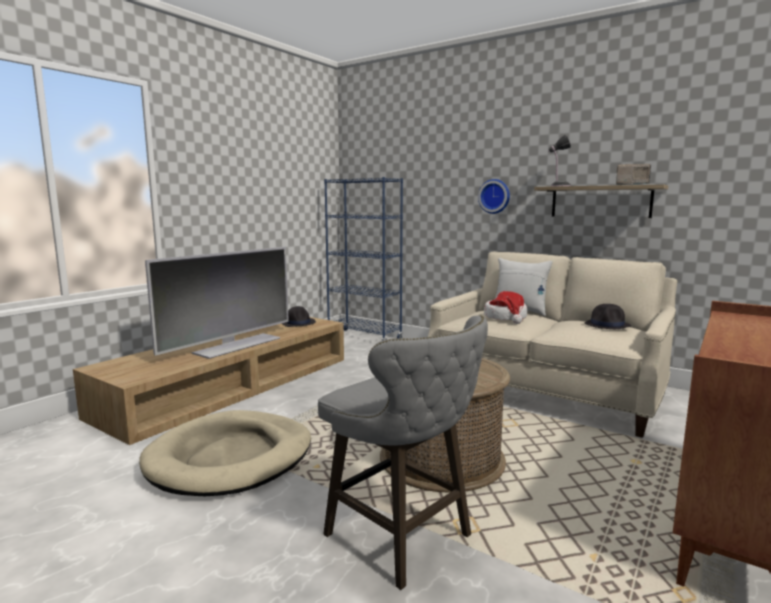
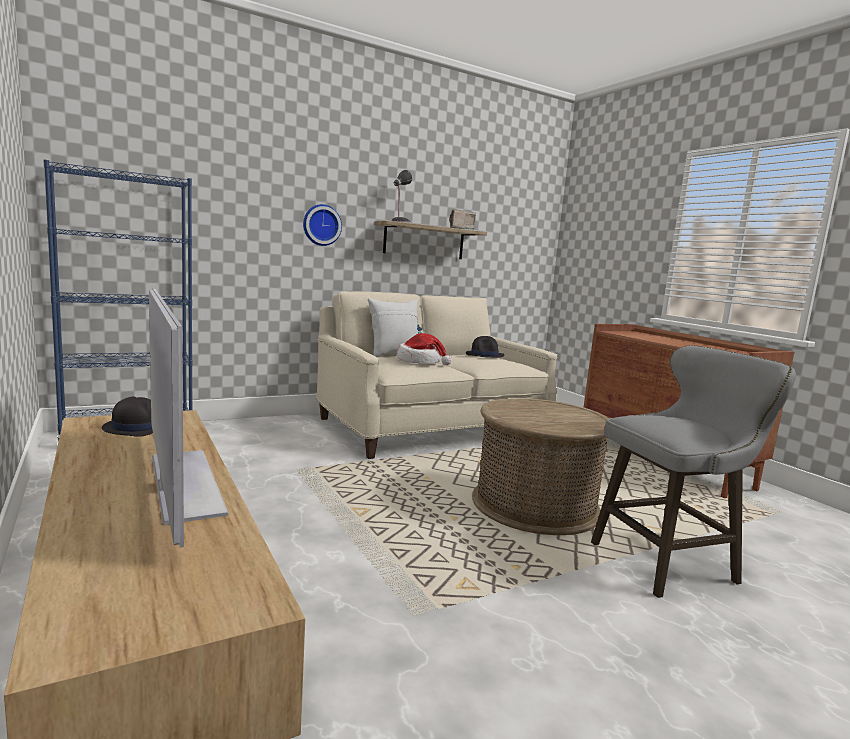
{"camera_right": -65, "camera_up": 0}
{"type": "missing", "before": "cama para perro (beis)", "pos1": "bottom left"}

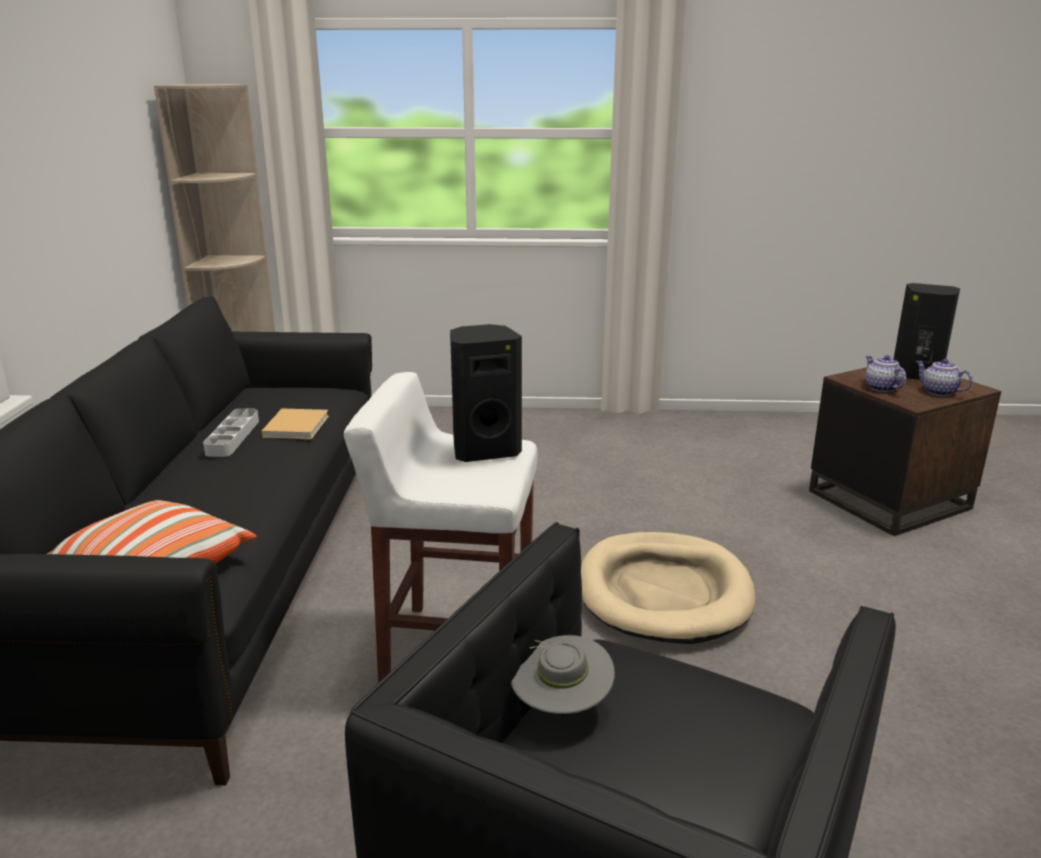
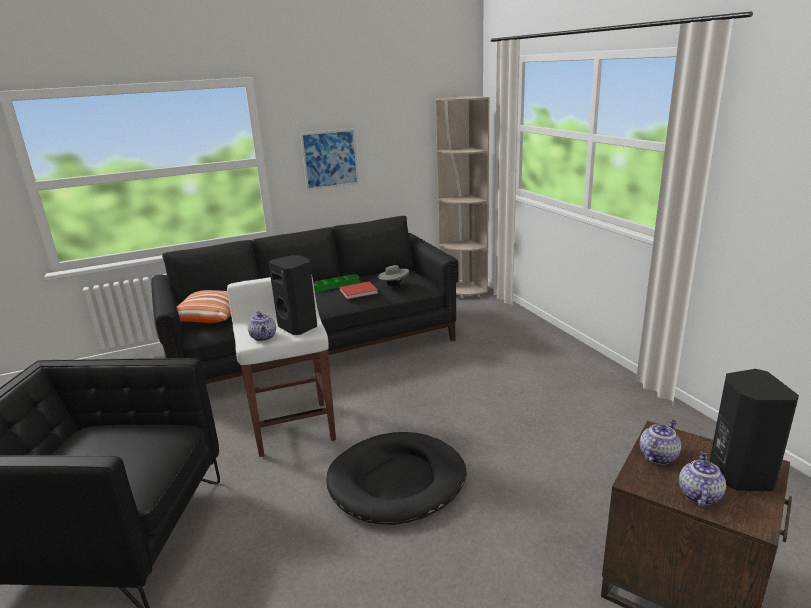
{"camera_right": 65, "camera_up": 0}
{"type": "appeared", "after": "tetera (no. 1 from left)", "pos2": "middle left"}
{"type": "appeared", "after": "cuadro", "pos2": "top centre"}
{"type": "relocated", "before": "sombrero (gris)", "pos1": "bottom centre", "pos2": "centre"}
{"type": "colour", "before": "bandeja (gris)", "after": "bandeja (verde)", "pos1": "middle left", "pos2": "centre"}
{"type": "colour", "before": "libro (beis)", "after": "libro (rojo)", "pos1": "middle left", "pos2": "centre"}
{"type": "colour", "before": "cama para perro (beis)", "after": "cama para perro (negro)", "pos1": "bottom centre", "pos2": "bottom centre"}

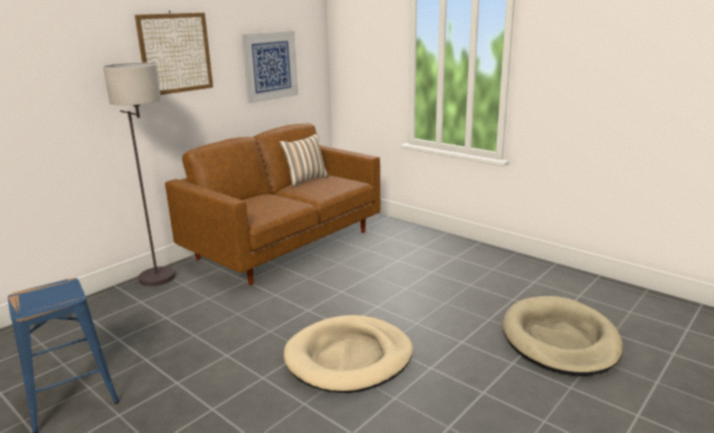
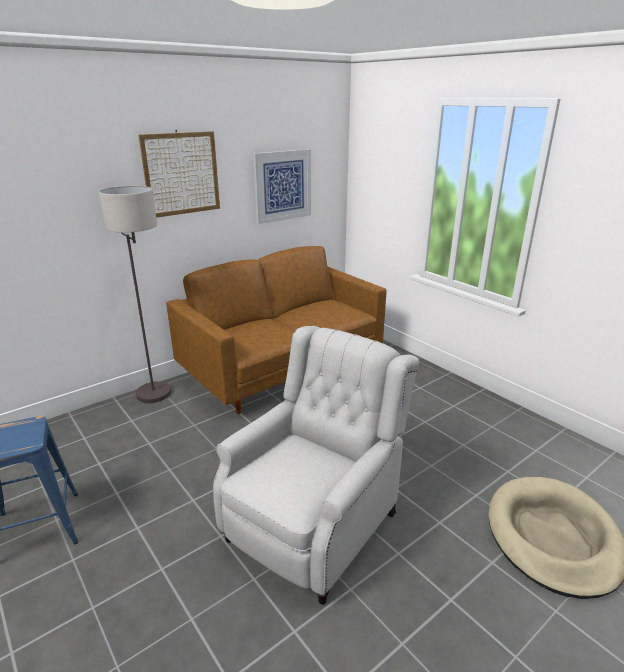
{"camera_right": 10, "camera_up": 5}
{"type": "missing", "before": "cojín", "pos1": "centre"}
{"type": "exchanged", "before": "cama para perro (beis) (no. 1 from left)", "after": "sillón (blanco)", "pos1": "bottom centre", "pos2": "bottom centre"}

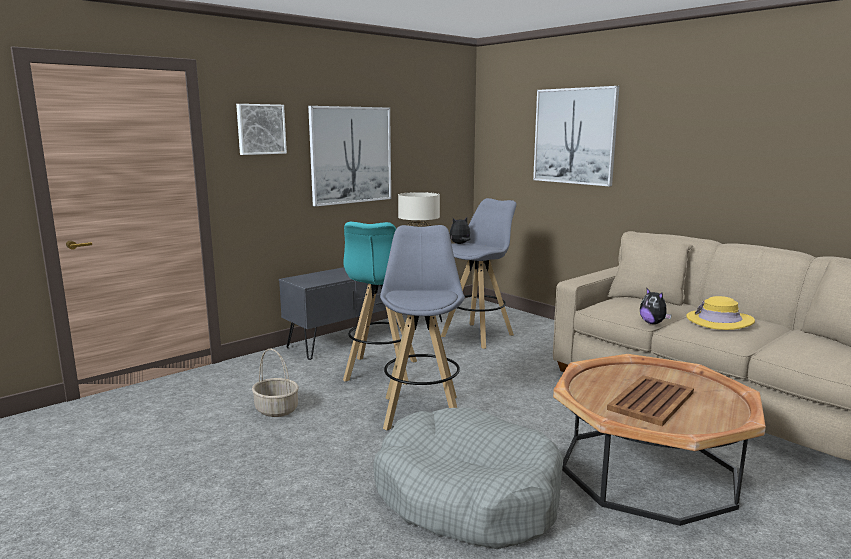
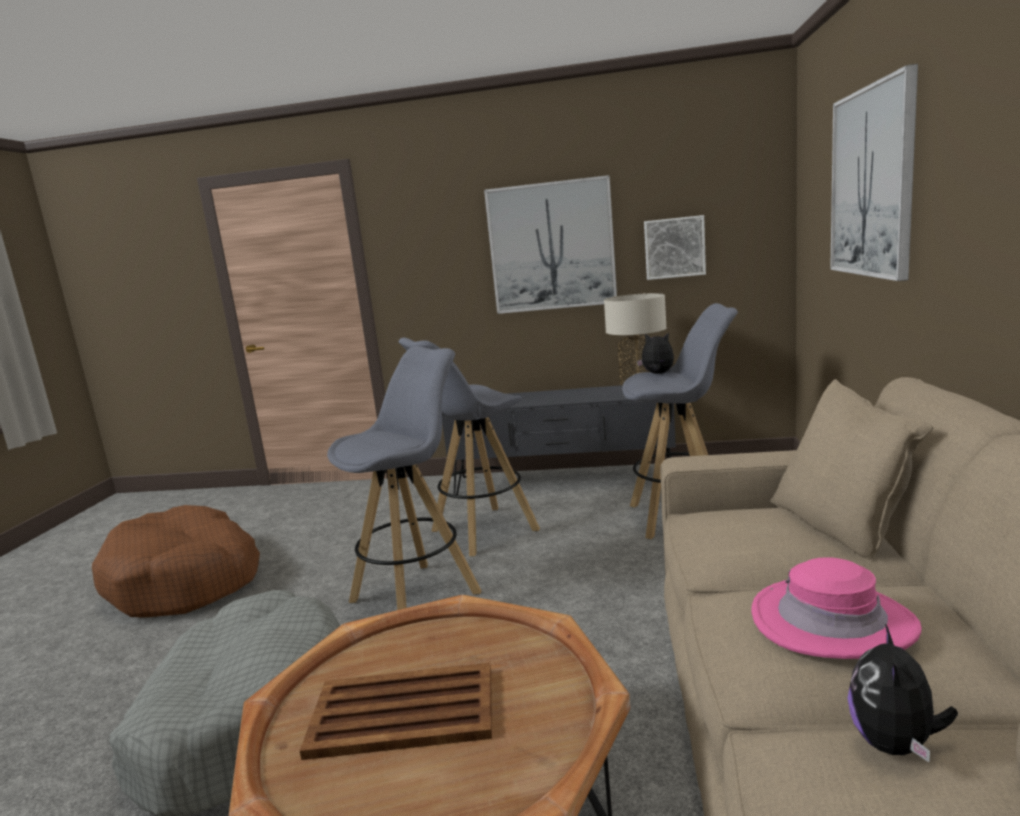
{"camera_right": 50, "camera_up": 0}
{"type": "missing", "before": "cesta", "pos1": "bottom left"}
{"type": "appeared", "after": "cama para perro (marrón)", "pos2": "bottom left"}
{"type": "relocated", "before": "cuadro (no. 1 from left in the first image)", "after": "cuadro (no. 2 from left)", "pos1": "top left", "pos2": "top centre"}
{"type": "relocated", "before": "peluche (no. 2 from left)", "pos1": "middle right", "pos2": "bottom right"}
{"type": "colour", "before": "taburete (turquesa)", "after": "taburete (gris) (no. 2 from left)", "pos1": "centre", "pos2": "centre"}
{"type": "colour", "before": "sombrero (amarillo)", "after": "sombrero (rosa)", "pos1": "middle right", "pos2": "bottom right"}

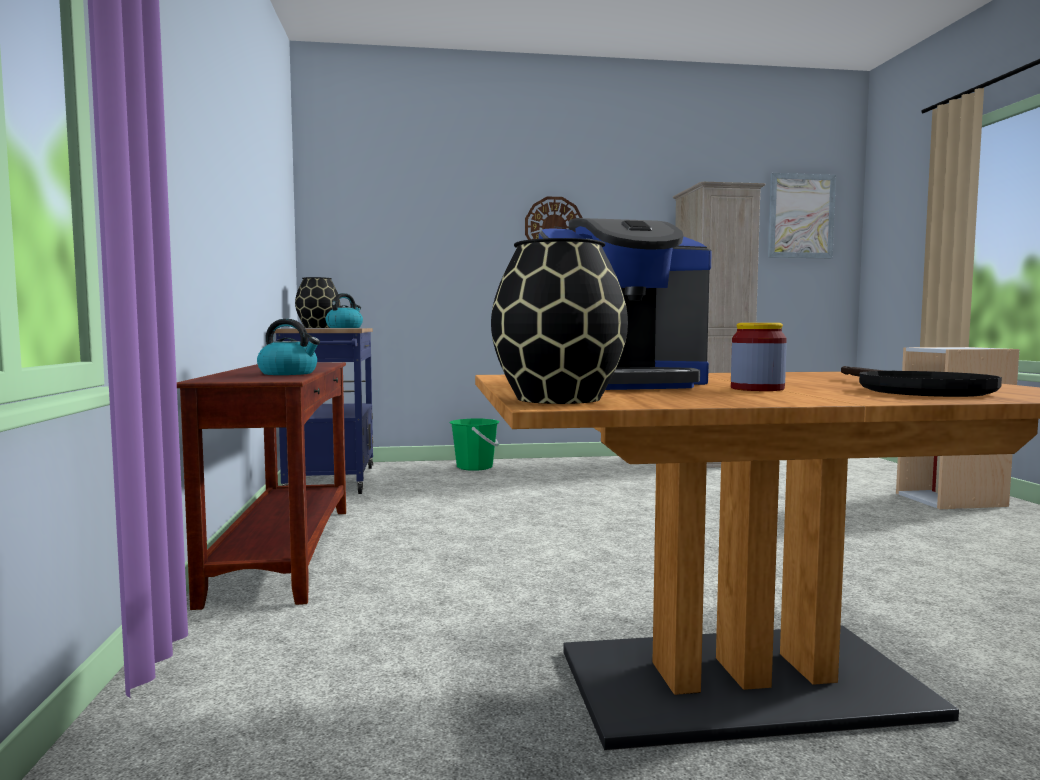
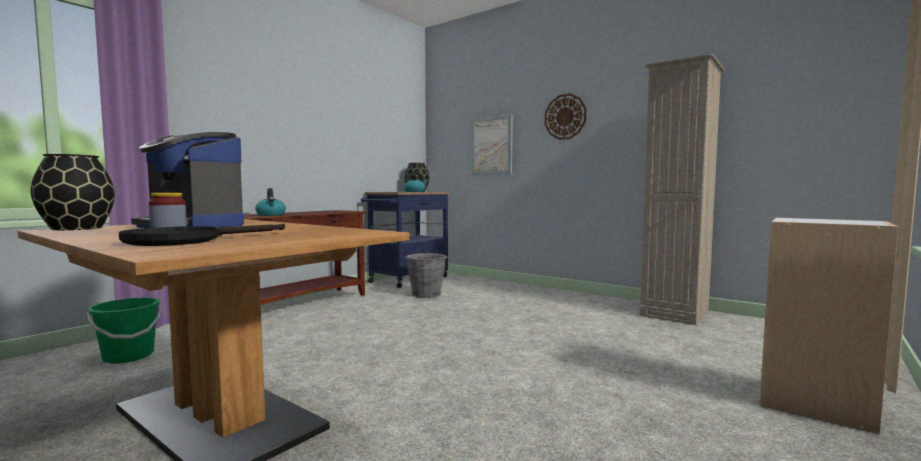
{"camera_right": 45, "camera_up": 0}
{"type": "appeared", "after": "cubo (gris)", "pos2": "centre"}
{"type": "relocated", "before": "cubo (verde)", "pos1": "centre", "pos2": "bottom left"}
{"type": "relocated", "before": "cuadro", "pos1": "top right", "pos2": "top centre"}

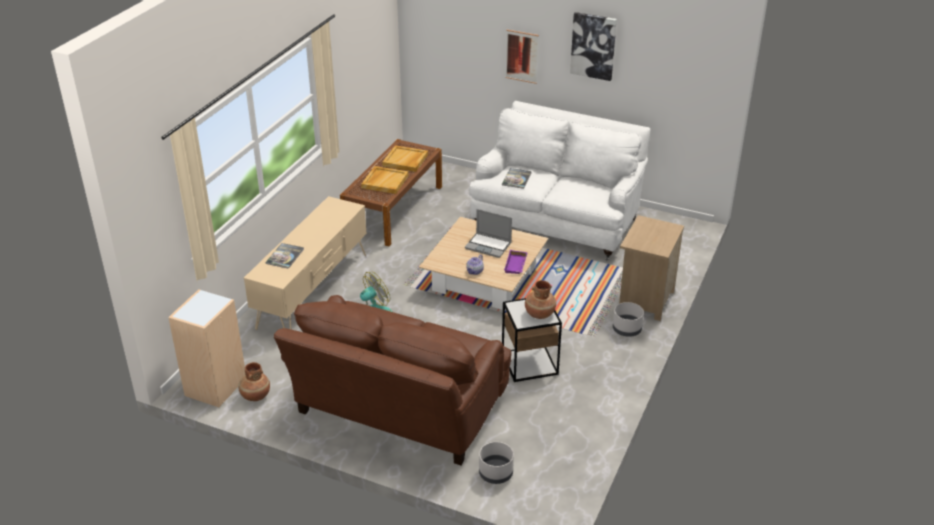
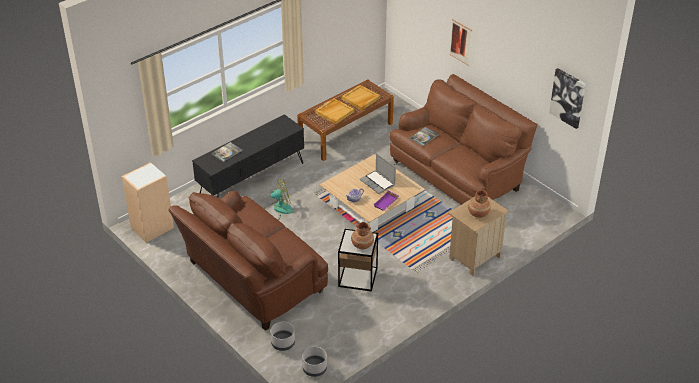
{"camera_right": 25, "camera_up": 5}
{"type": "relocated", "before": "florero (marrón) (no. 1 from left in the first image)", "after": "florero (marrón) (no. 2 from left)", "pos1": "bottom left", "pos2": "middle right"}
{"type": "relocated", "before": "cuadro (no. 2 from left)", "pos1": "top centre", "pos2": "top right"}
{"type": "relocated", "before": "maceta (gris) (no. 2 from left)", "pos1": "middle right", "pos2": "bottom centre"}
{"type": "colour", "before": "mueble de televisión (beis)", "after": "mueble de televisión (negro)", "pos1": "middle left", "pos2": "centre"}
{"type": "colour", "before": "sofá (blanco)", "after": "sofá (marrón) (no. 2 from left)", "pos1": "centre", "pos2": "centre"}

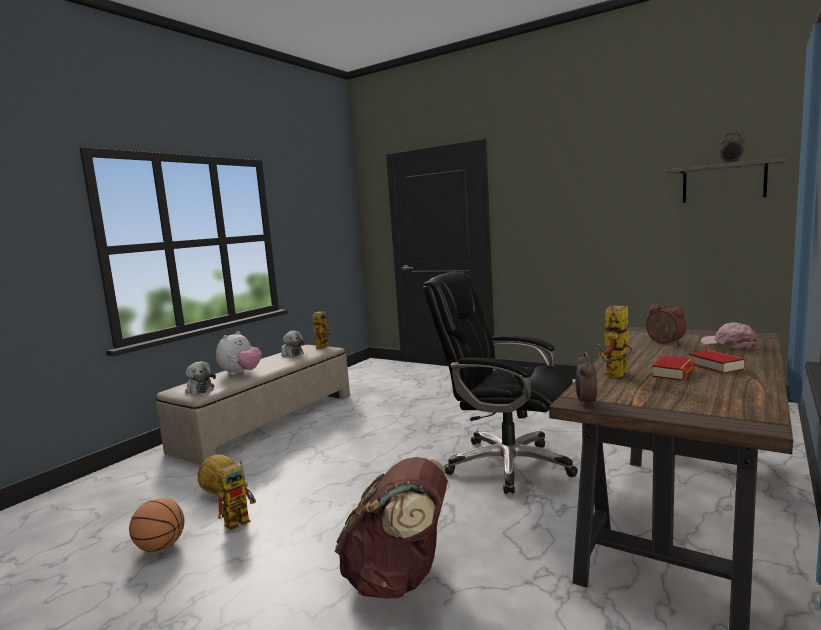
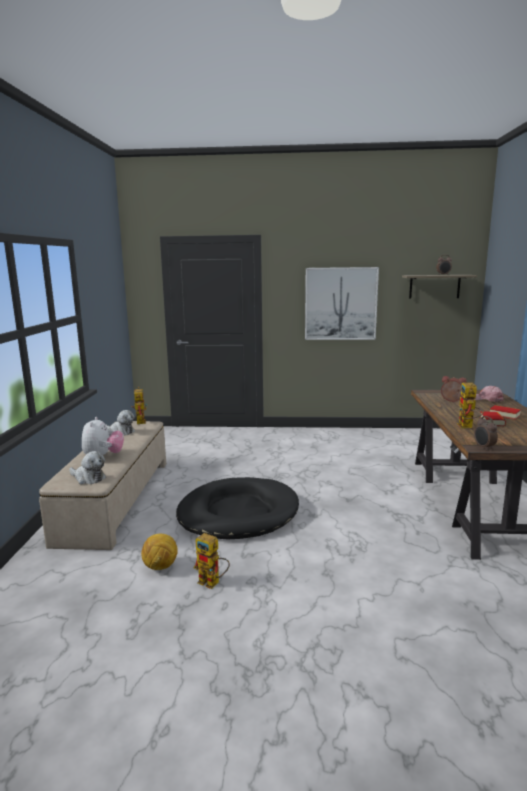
{"camera_right": -30, "camera_up": 5}
{"type": "missing", "before": "balón de baloncesto", "pos1": "bottom left"}
{"type": "missing", "before": "mochila (marrón)", "pos1": "bottom centre"}
{"type": "missing", "before": "silla de oficina (negro)", "pos1": "centre"}
{"type": "appeared", "after": "cama para perro (negro)", "pos2": "centre"}
{"type": "appeared", "after": "cuadro", "pos2": "centre"}
{"type": "spun", "before": "robot de juguete (no. 1 from left in the first image)", "pos1": "bottom left", "pos2": "bottom centre", "turn": 105}

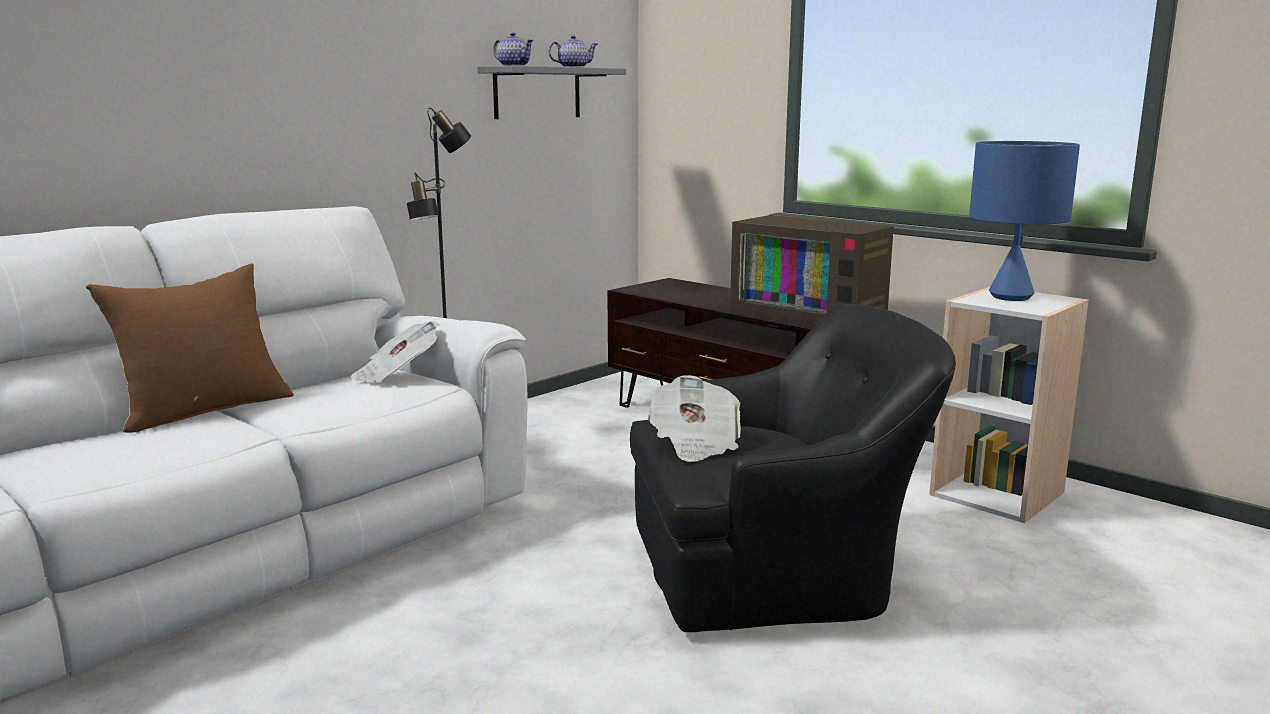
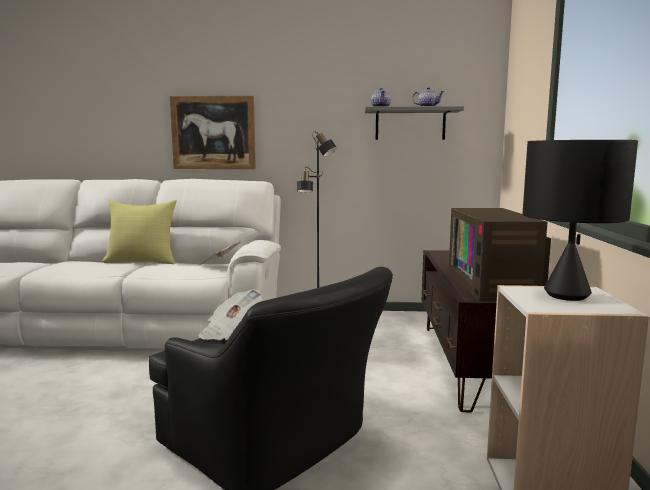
{"camera_right": 50, "camera_up": -5}
{"type": "appeared", "after": "cuadro", "pos2": "top left"}
{"type": "colour", "before": "cojín (marrón)", "after": "cojín (amarillo)", "pos1": "middle left", "pos2": "middle left"}
{"type": "colour", "before": "lámpara de mesa (azul)", "after": "lámpara de mesa (negro)", "pos1": "top right", "pos2": "middle right"}

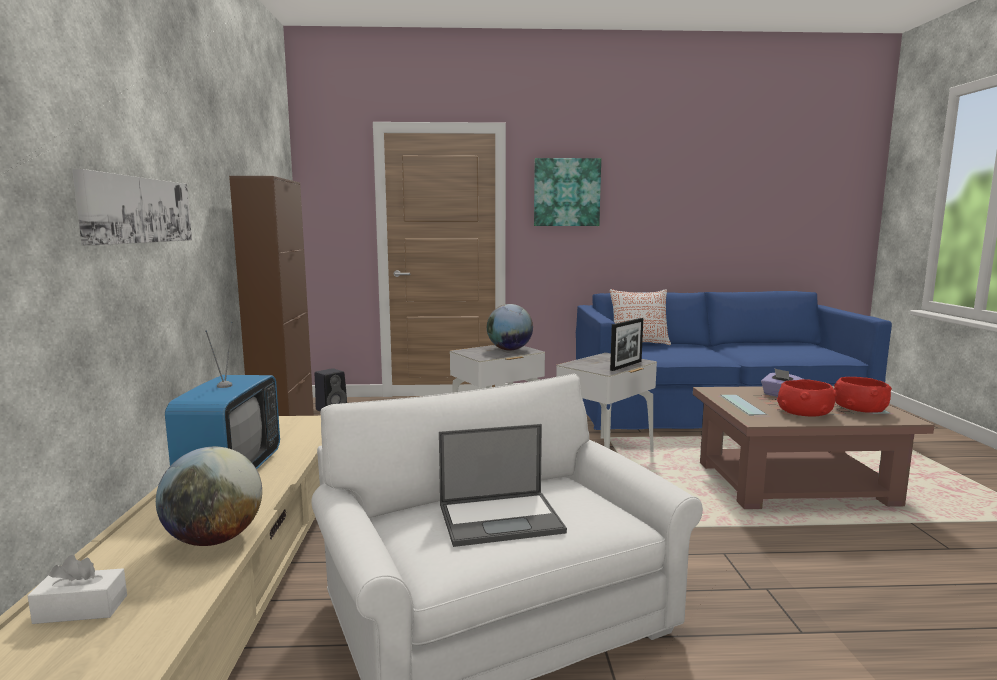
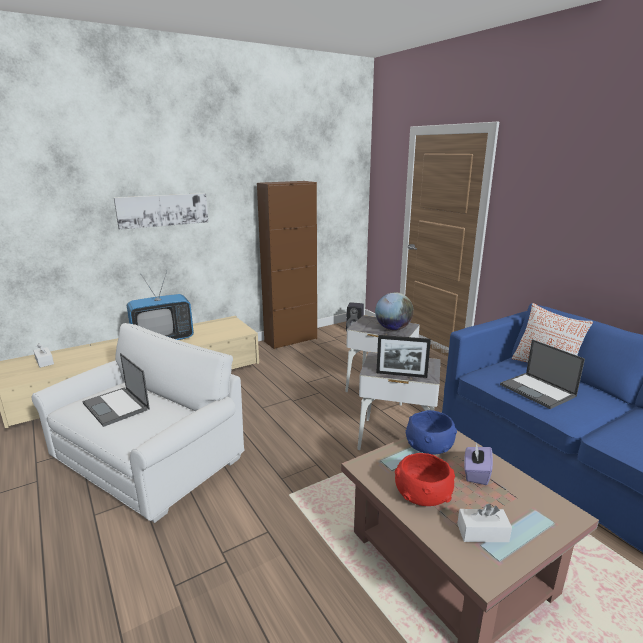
{"camera_right": 60, "camera_up": 10}
{"type": "missing", "before": "globo terráqueo (no. 1 from left)", "pos1": "bottom left"}
{"type": "missing", "before": "cuadro (no. 2 from left)", "pos1": "top centre"}
{"type": "appeared", "after": "cuenco (azul)", "pos2": "bottom right"}
{"type": "appeared", "after": "portátil (no. 2 from left)", "pos2": "middle right"}
{"type": "exchanged", "before": "cuenco (rojo) (no. 2 from left)", "after": "caja de pañuelos (blanco) (no. 2 from left)", "pos1": "middle right", "pos2": "bottom right"}

